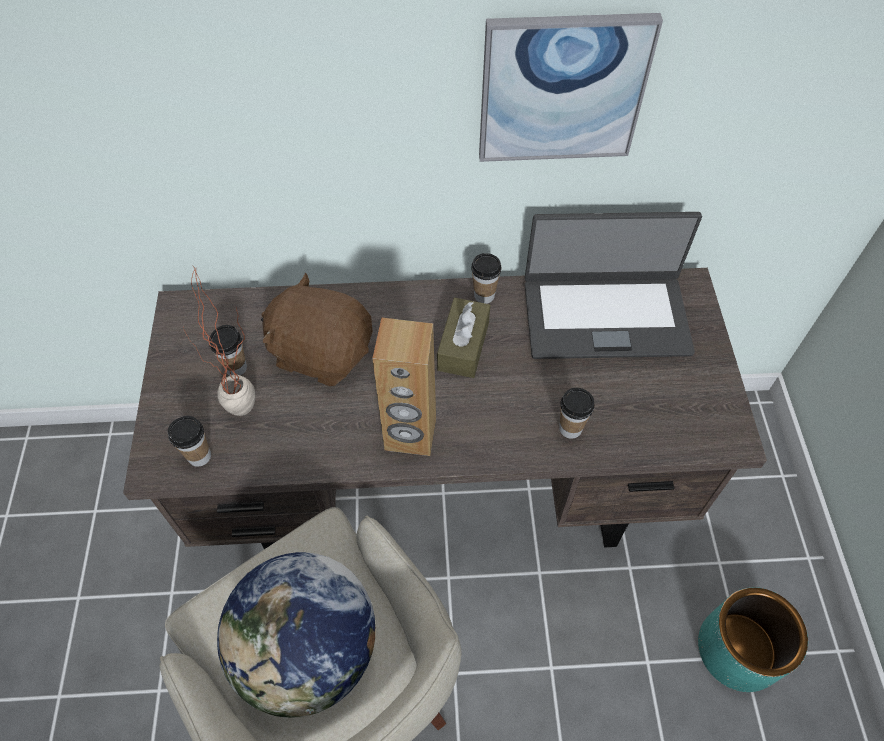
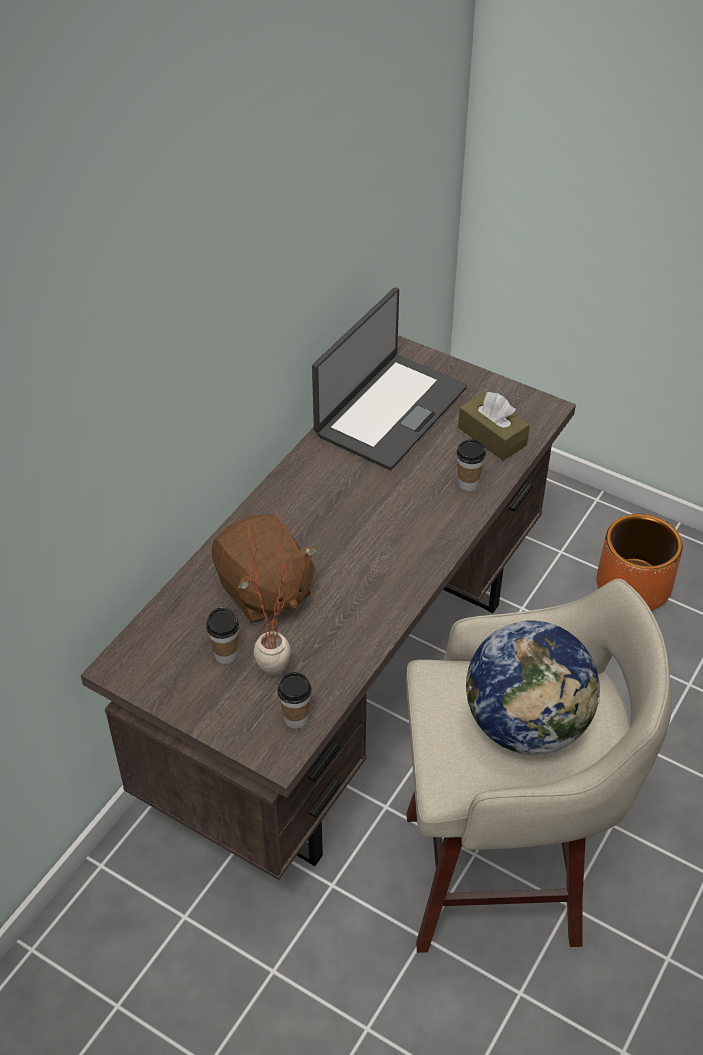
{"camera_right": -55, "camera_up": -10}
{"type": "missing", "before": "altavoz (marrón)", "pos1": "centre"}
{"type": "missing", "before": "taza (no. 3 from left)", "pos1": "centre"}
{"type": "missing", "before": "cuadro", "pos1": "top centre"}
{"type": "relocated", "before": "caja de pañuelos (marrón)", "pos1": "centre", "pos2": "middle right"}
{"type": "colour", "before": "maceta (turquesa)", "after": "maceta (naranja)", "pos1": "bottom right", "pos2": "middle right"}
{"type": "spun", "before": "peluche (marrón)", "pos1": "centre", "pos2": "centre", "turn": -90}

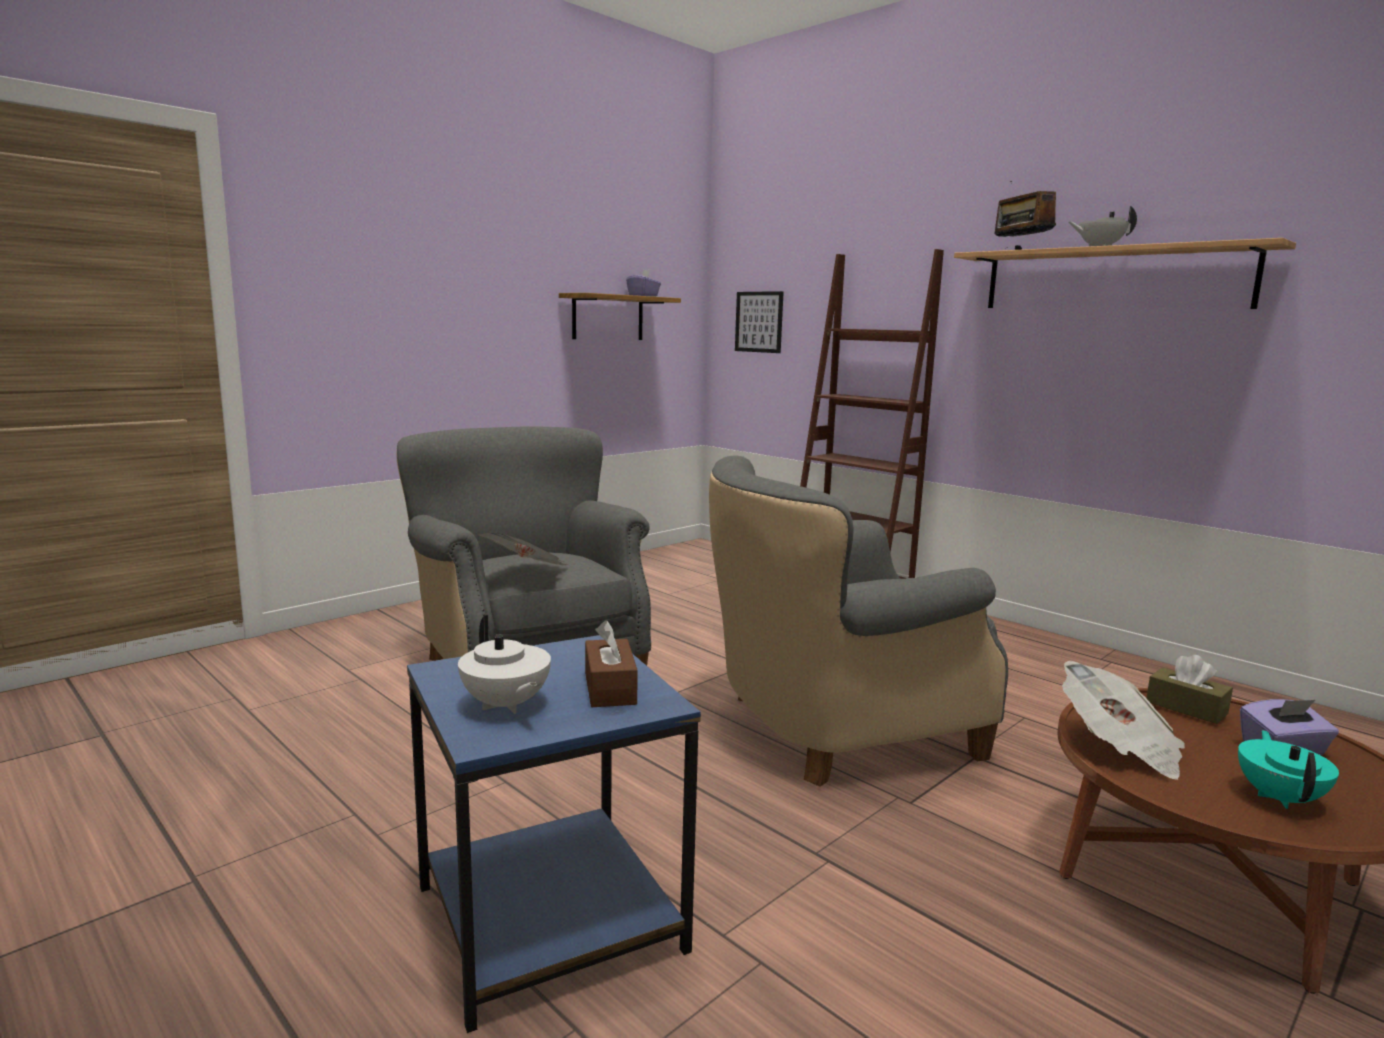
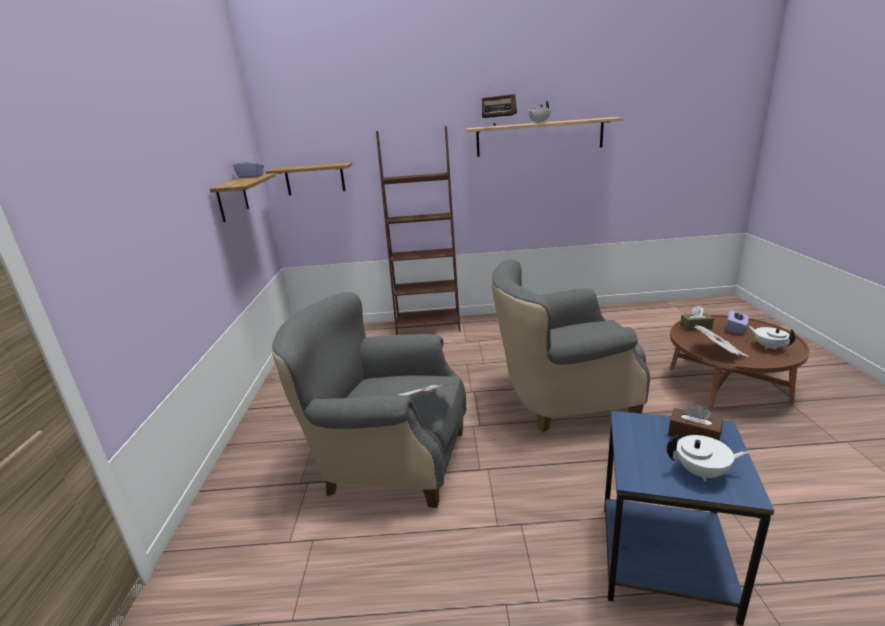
{"camera_right": -45, "camera_up": 10}
{"type": "exchanged", "before": "cuadro", "after": "estante (no. 2 from left)", "pos1": "top centre", "pos2": "top centre"}
{"type": "colour", "before": "tetera (turquesa)", "after": "tetera (blanco) (no. 3 from left)", "pos1": "bottom right", "pos2": "middle right"}
{"type": "spun", "before": "sillón (gris) (no. 2 from left)", "pos1": "centre", "pos2": "centre", "turn": 60}

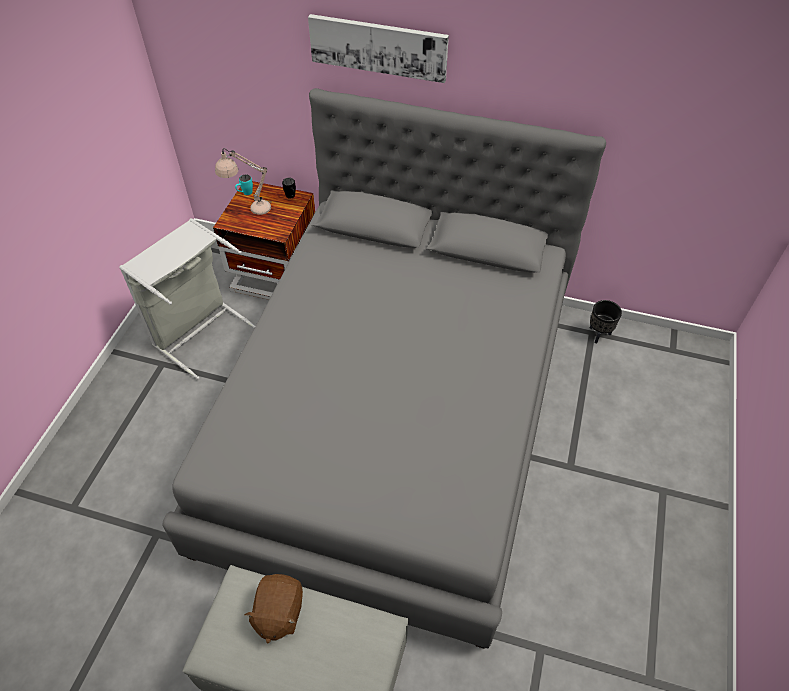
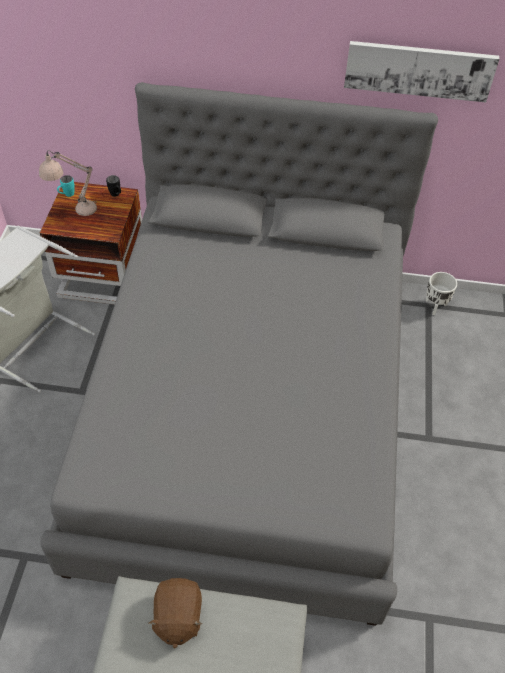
{"camera_right": -10, "camera_up": 0}
{"type": "relocated", "before": "cuadro", "pos1": "top centre", "pos2": "top right"}
{"type": "colour", "before": "maceta (negro)", "after": "maceta (blanco)", "pos1": "middle right", "pos2": "middle right"}

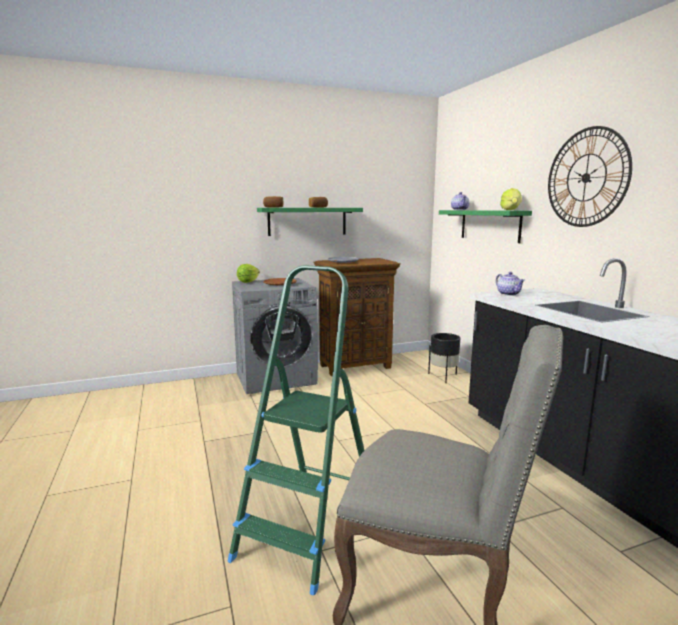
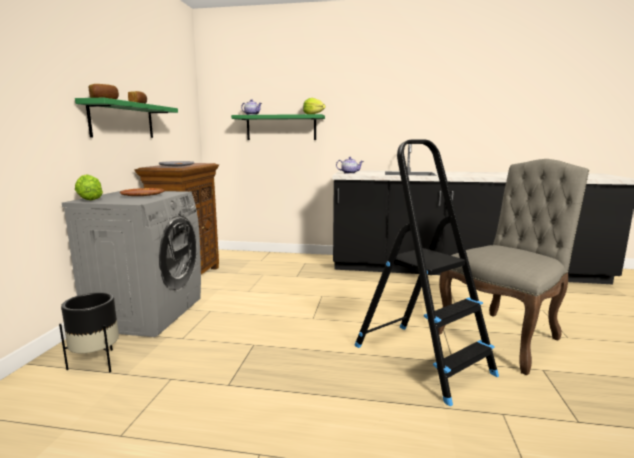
{"camera_right": -60, "camera_up": 0}
{"type": "missing", "before": "reloj de pared", "pos1": "top right"}
{"type": "relocated", "before": "maceta (negro)", "pos1": "centre", "pos2": "bottom left"}
{"type": "colour", "before": "escalera de tijera (verde)", "after": "escalera de tijera (negro)", "pos1": "bottom centre", "pos2": "middle right"}

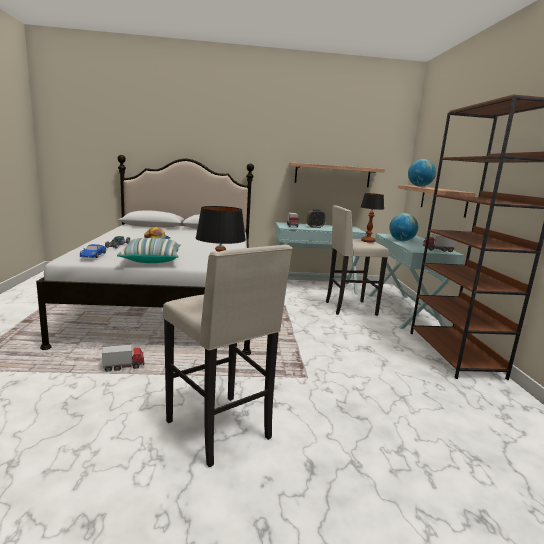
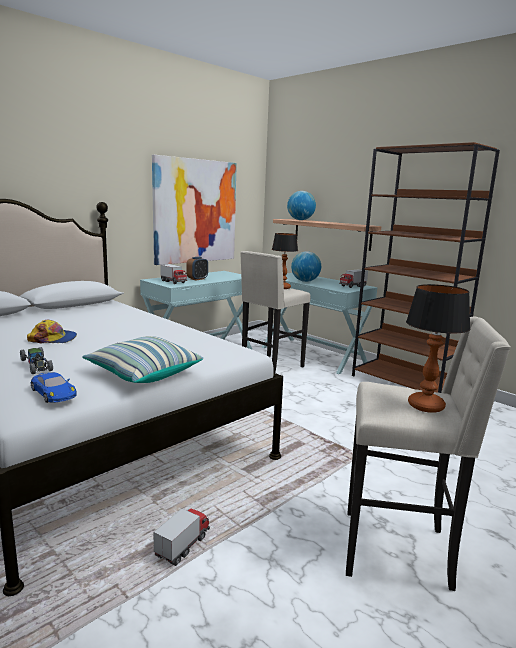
{"camera_right": -40, "camera_up": 0}
{"type": "exchanged", "before": "estante (no. 1 from left)", "after": "cuadro", "pos1": "top centre", "pos2": "top centre"}

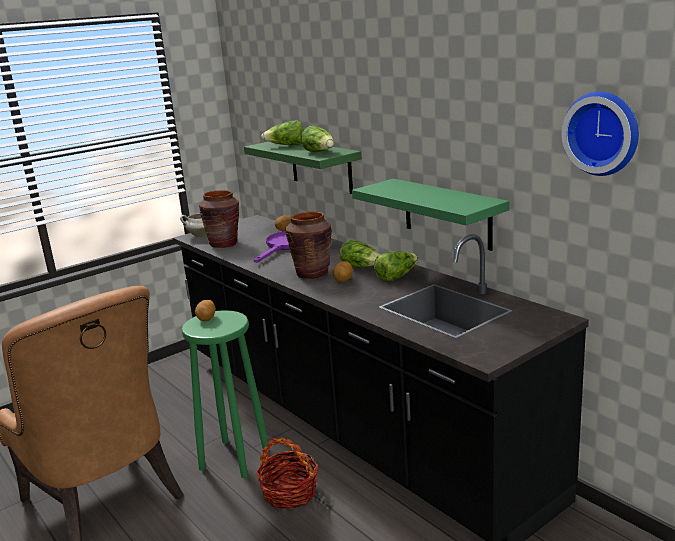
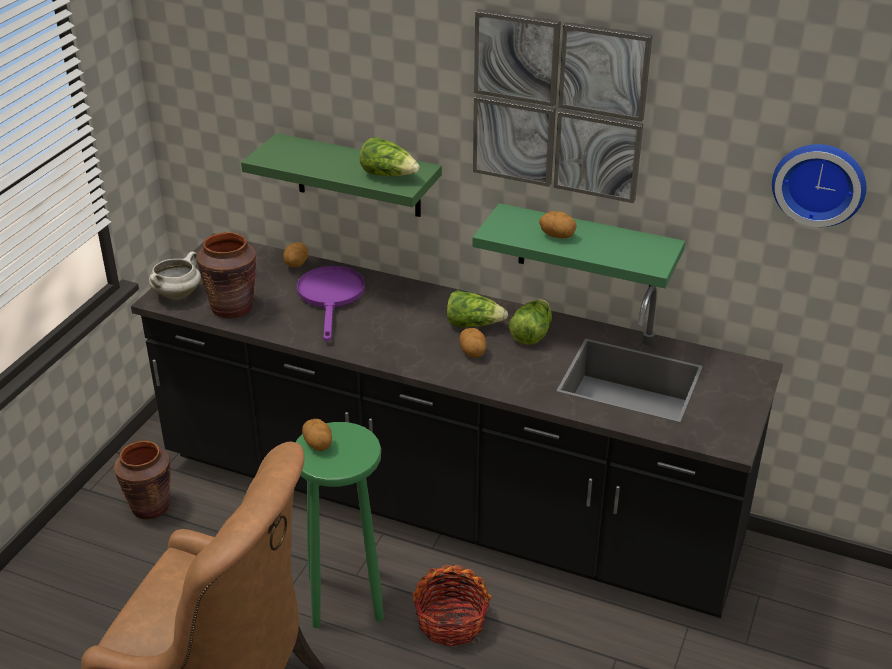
{"camera_right": -30, "camera_up": 15}
{"type": "missing", "before": "lechuga (no. 1 from left)", "pos1": "top centre"}
{"type": "appeared", "after": "cuadro", "pos2": "top centre"}
{"type": "appeared", "after": "patata (no. 4 from left)", "pos2": "centre"}
{"type": "relocated", "before": "florero (marrón) (no. 2 from left in the first image)", "after": "florero (marrón) (no. 1 from left)", "pos1": "centre", "pos2": "bottom left"}

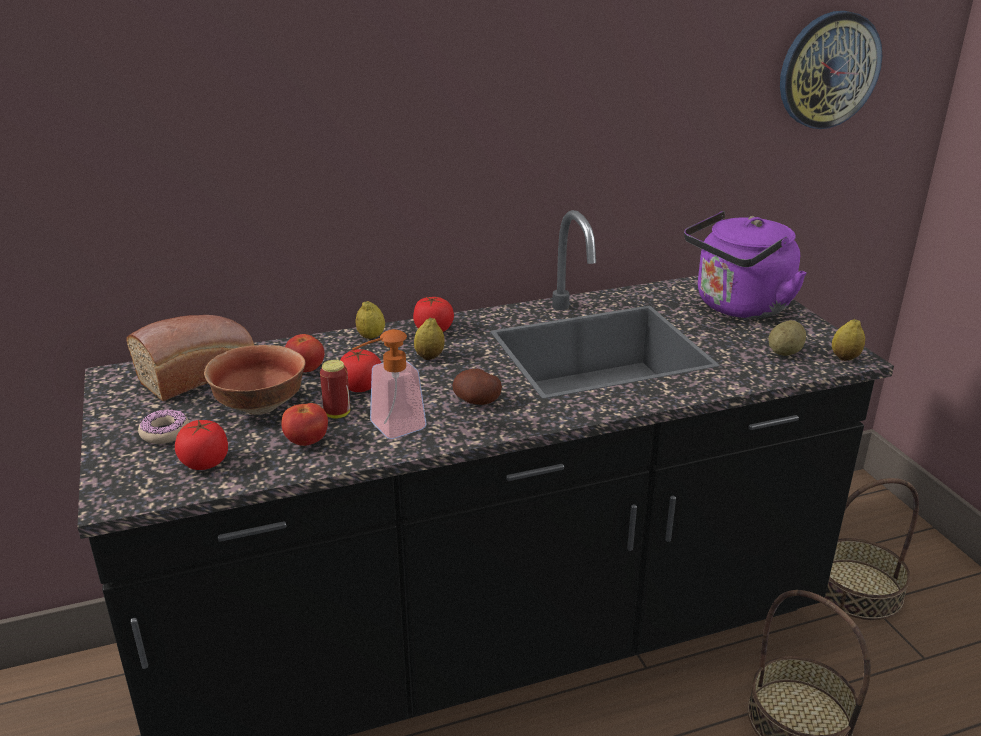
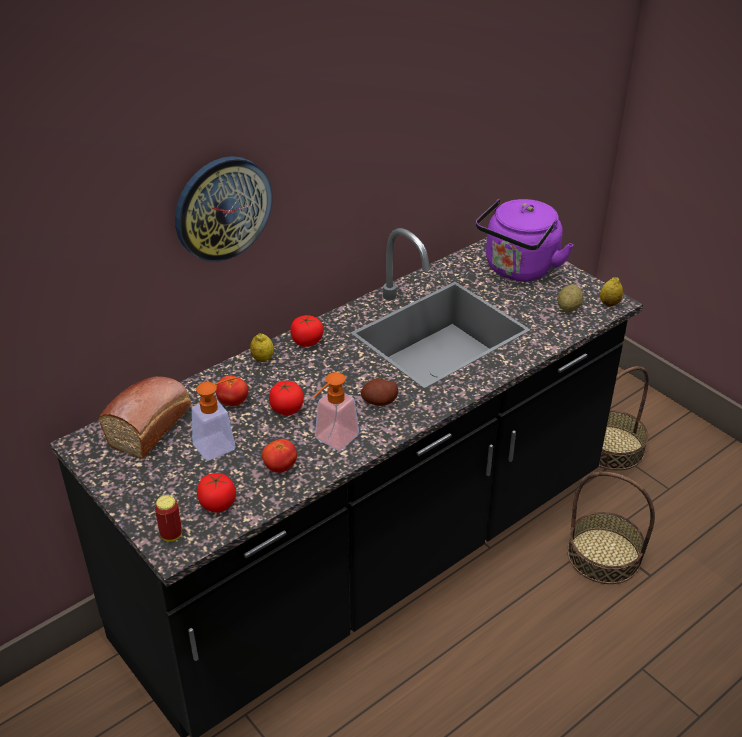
{"camera_right": -20, "camera_up": 10}
{"type": "missing", "before": "rosquilla", "pos1": "middle left"}
{"type": "missing", "before": "limón (no. 2 from left)", "pos1": "centre"}
{"type": "relocated", "before": "lata", "pos1": "centre", "pos2": "bottom left"}
{"type": "relocated", "before": "reloj de pared", "pos1": "top right", "pos2": "top left"}
{"type": "exchanged", "before": "cuenco", "after": "dispensador de jabón (no. 1 from left)", "pos1": "middle left", "pos2": "middle left"}

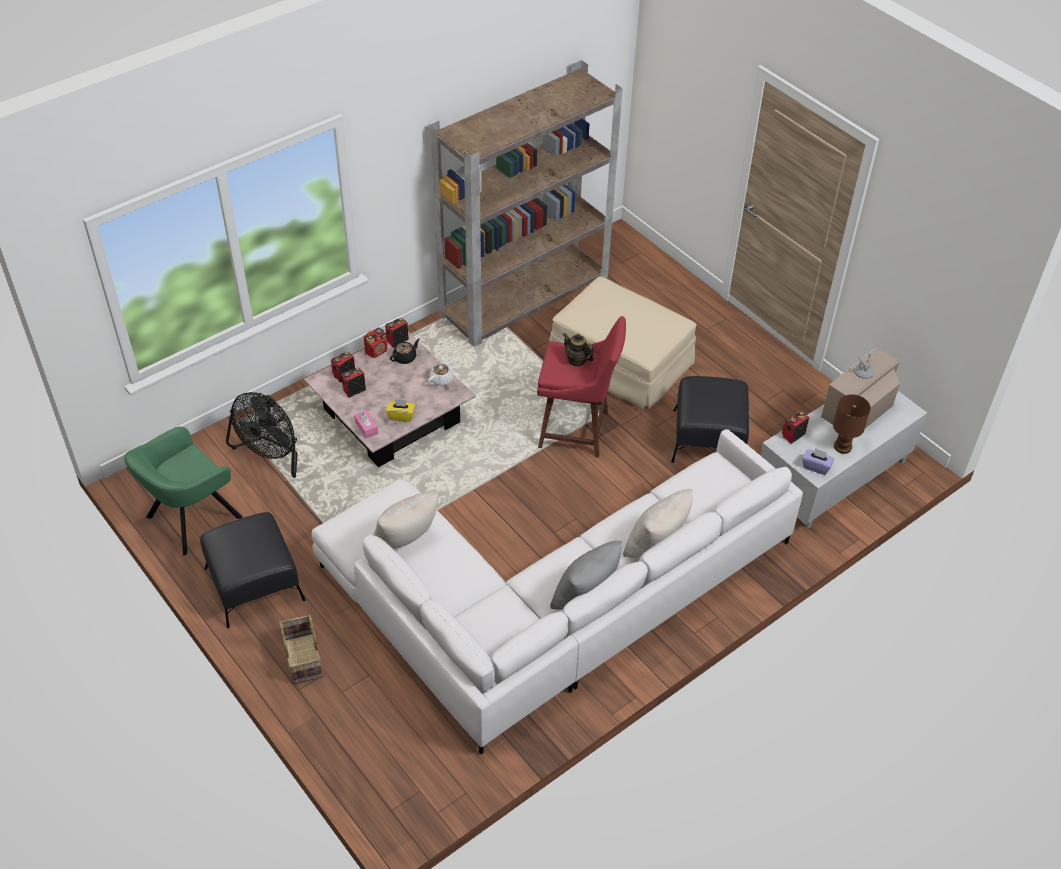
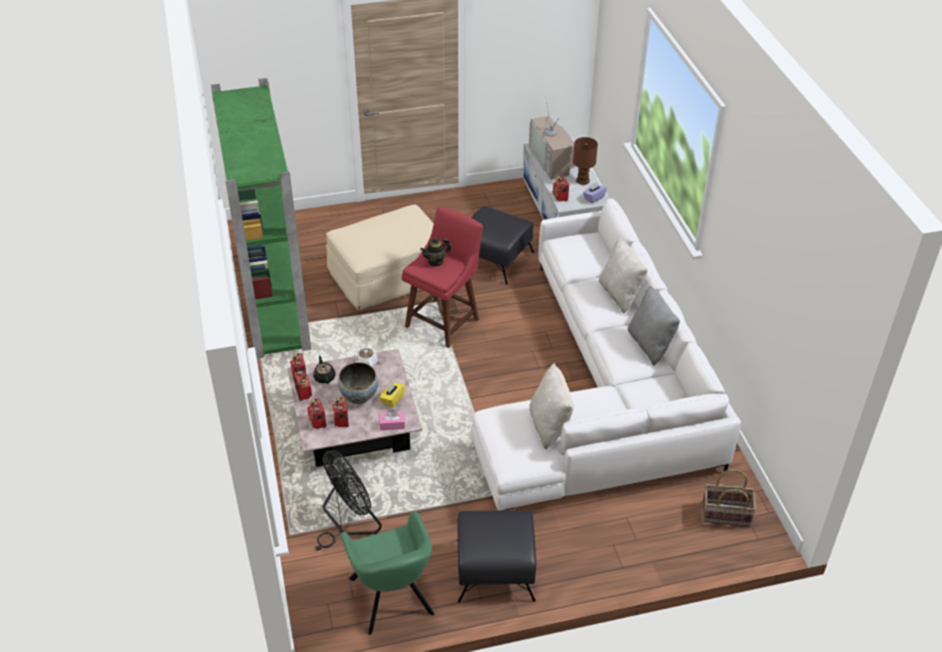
{"camera_right": -65, "camera_up": -5}
{"type": "appeared", "after": "cuenco", "pos2": "centre"}
{"type": "relocated", "before": "cesta", "pos1": "bottom left", "pos2": "bottom right"}
{"type": "colour", "before": "estantería (marrón)", "after": "estantería (verde)", "pos1": "top centre", "pos2": "middle left"}
{"type": "spun", "before": "ventilador (negro)", "pos1": "middle left", "pos2": "bottom centre", "turn": -90}

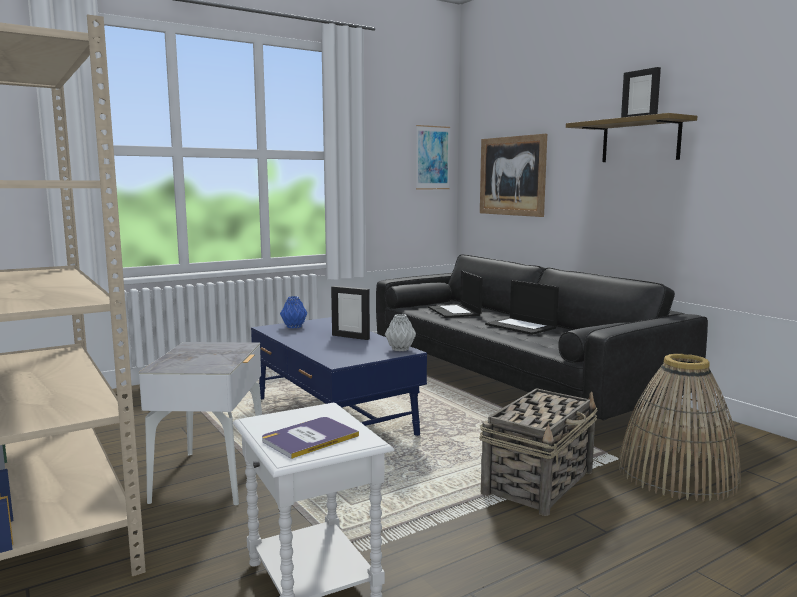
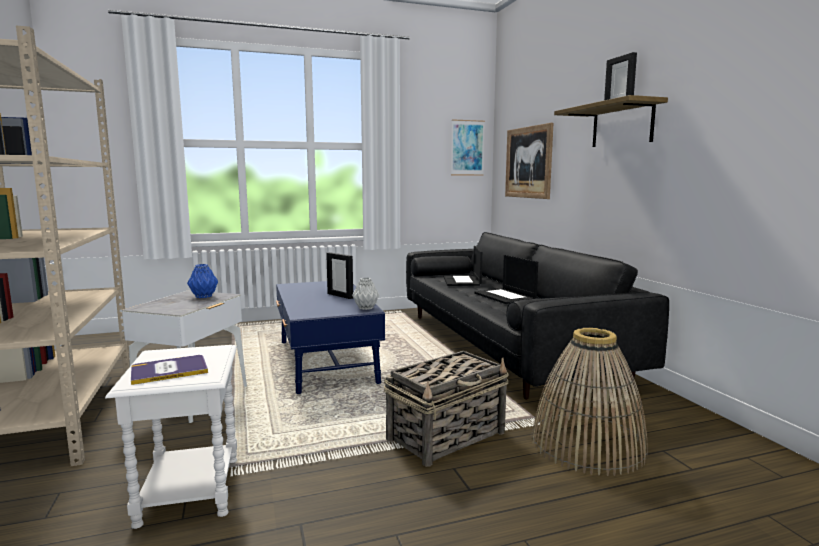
{"camera_right": 15, "camera_up": 0}
{"type": "relocated", "before": "florero (azul)", "pos1": "centre", "pos2": "middle left"}

